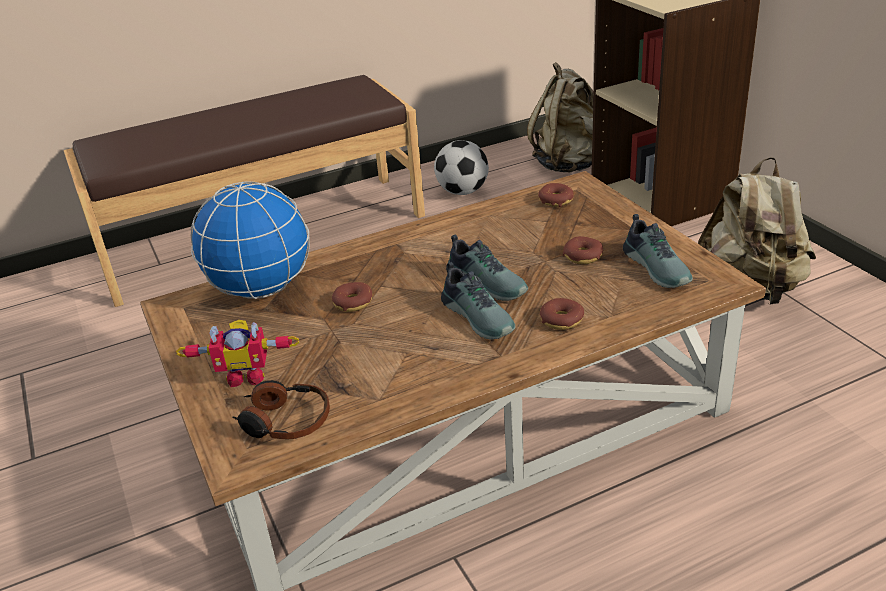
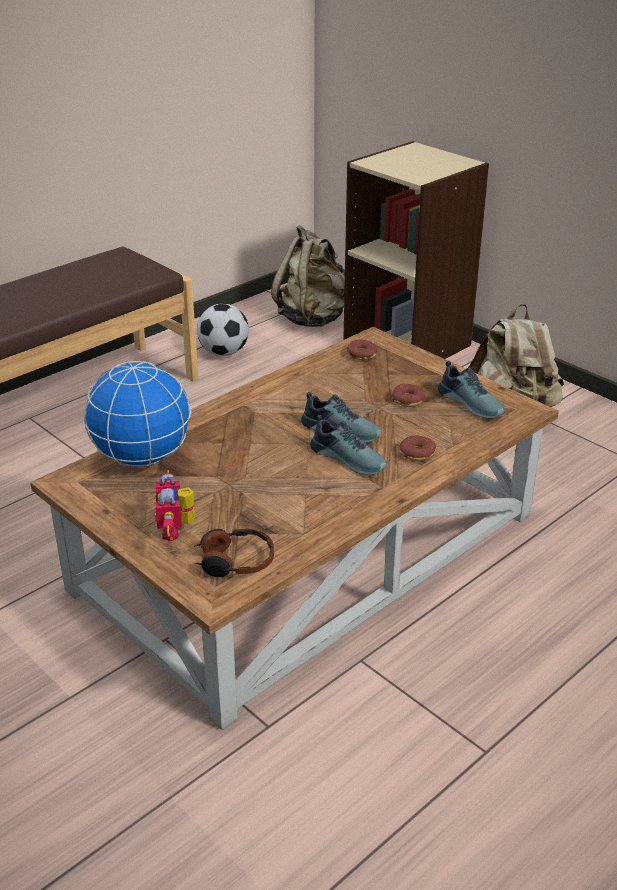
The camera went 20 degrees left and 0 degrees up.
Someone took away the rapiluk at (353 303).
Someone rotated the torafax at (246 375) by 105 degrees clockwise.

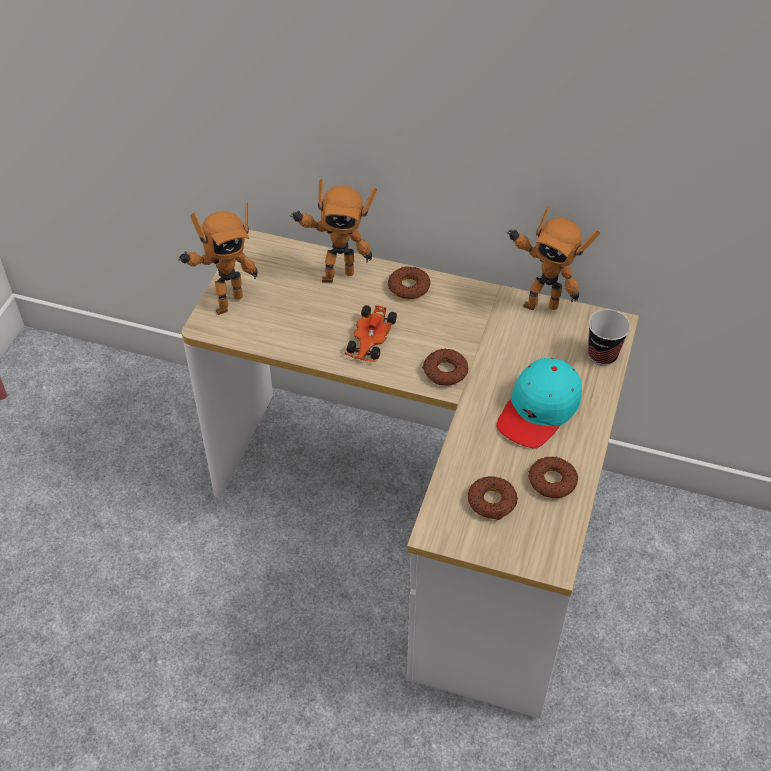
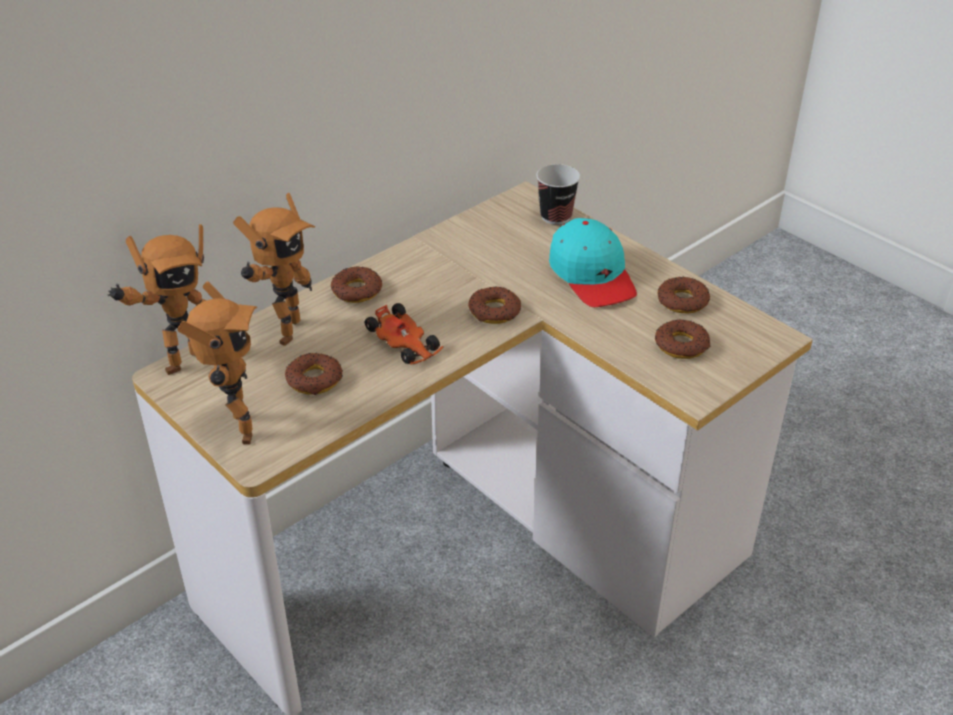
The camera went 60 degrees left and 10 degrees down.
Someone carried the torafax from (540 303) to (179 360).
Someone put down the rapiluk at (314 380).

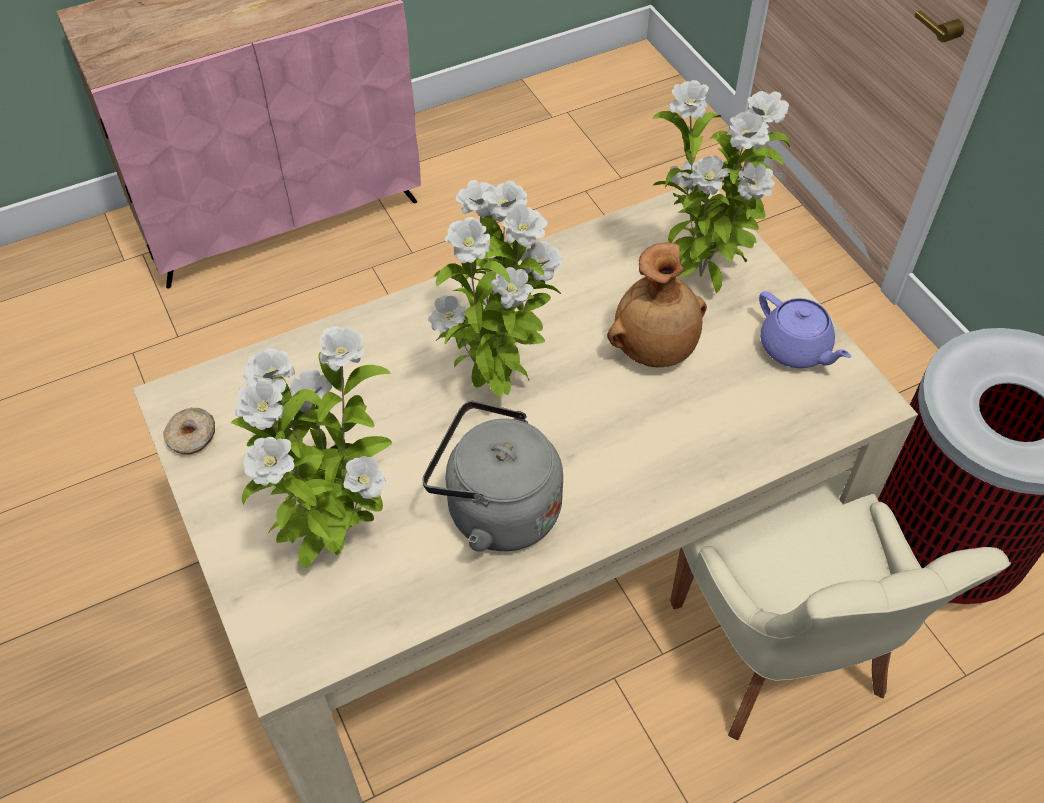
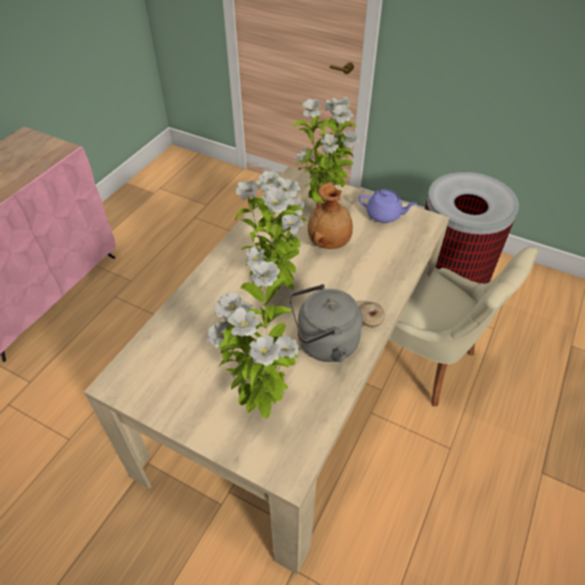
The camera went 35 degrees left and 5 degrees down.
Someone carried the rapiluk from (192 437) to (370 318).

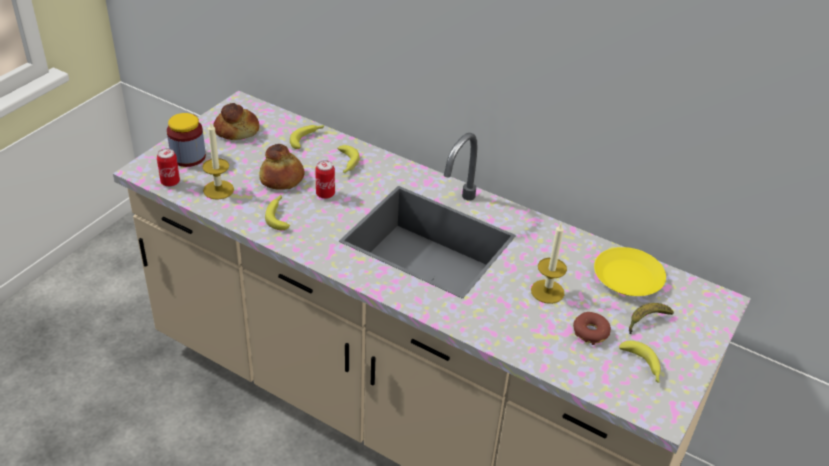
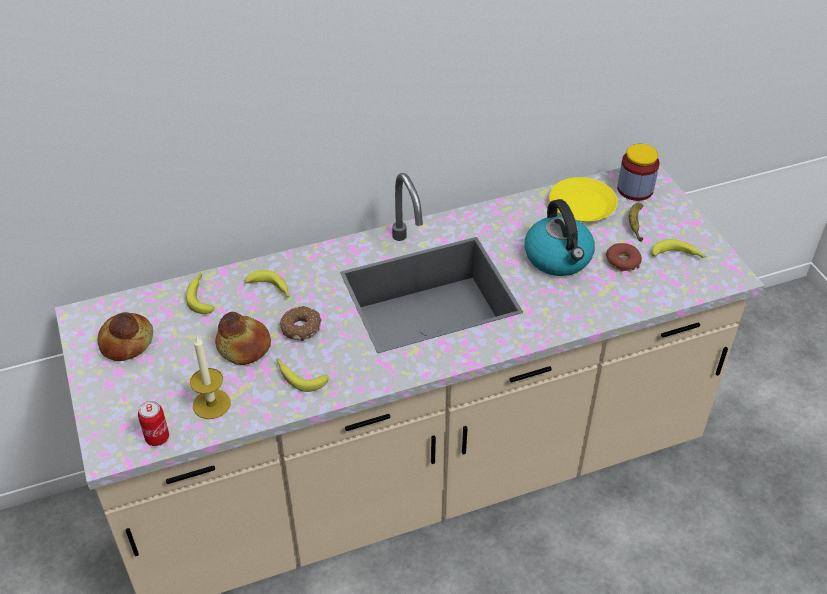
The camera went 50 degrees left and 5 degrees up.
Someone carried the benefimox from (188 157) to (635 189).
Someone swapped the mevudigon at (325 194) for the rapiluk at (301 327).
Someone swapped the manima at (547 291) for the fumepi at (558 258).

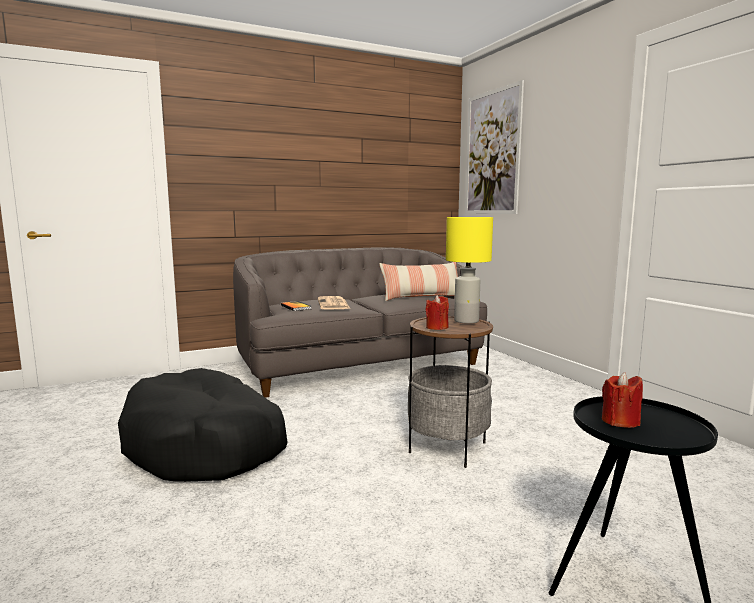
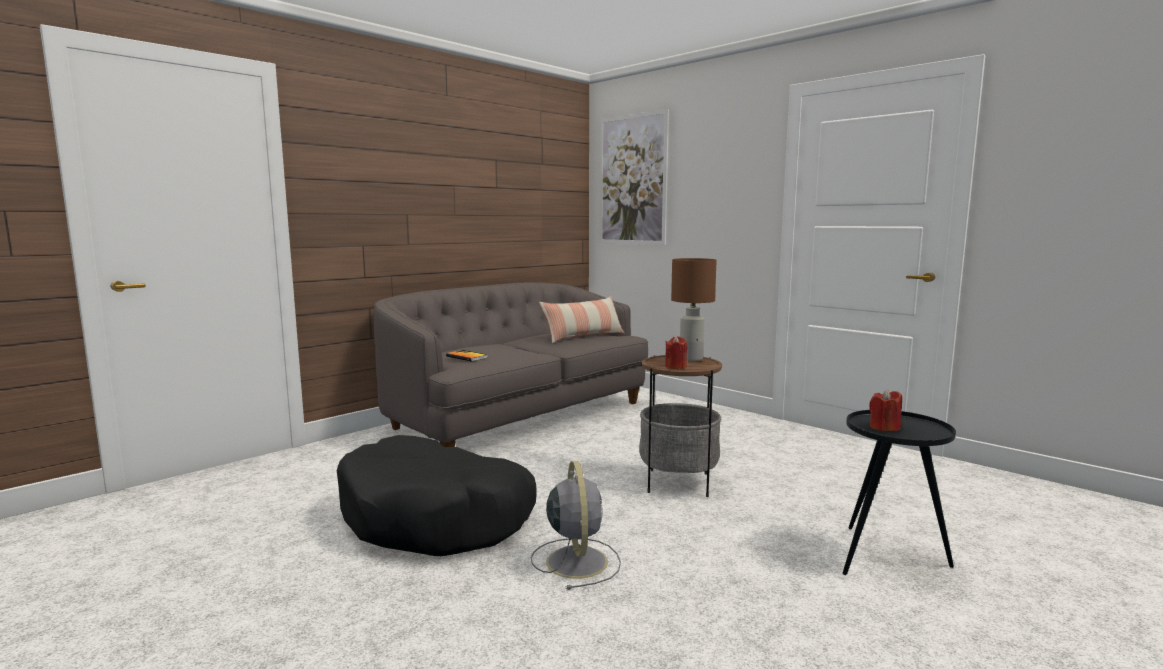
The camera went 20 degrees left and 0 degrees up.
Someone repainted the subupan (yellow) at (466 321), which became the subupan (brown) at (690 358).
Someone took away the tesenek at (333 304).
Someone put down the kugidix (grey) at (576 560).

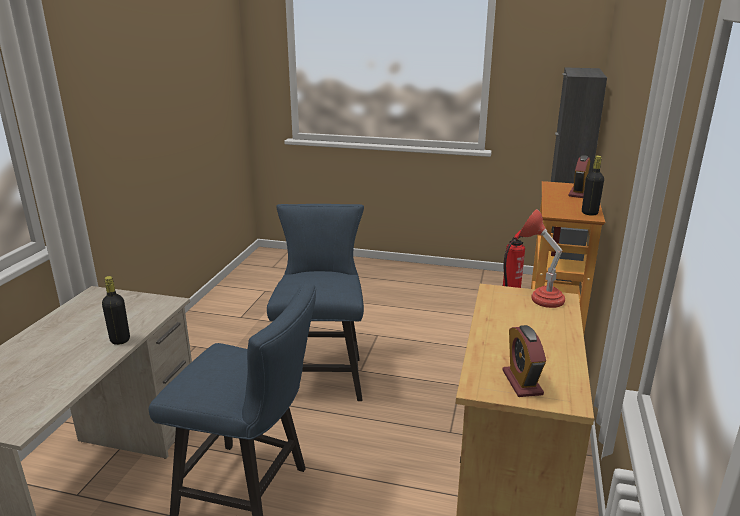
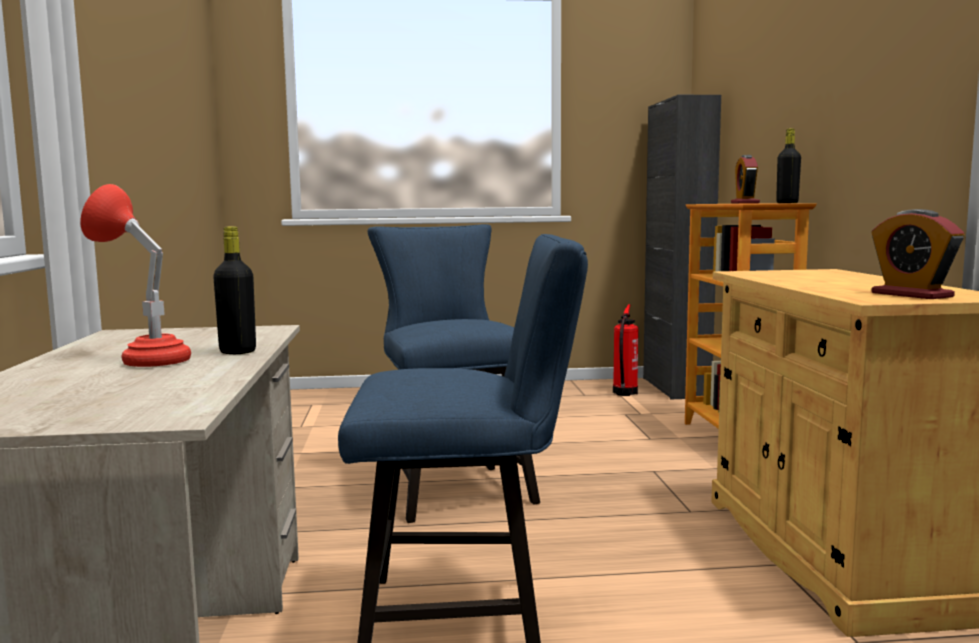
The camera went 20 degrees left and 15 degrees down.
Someone carried the subupan (red) from (539 297) to (144 359).

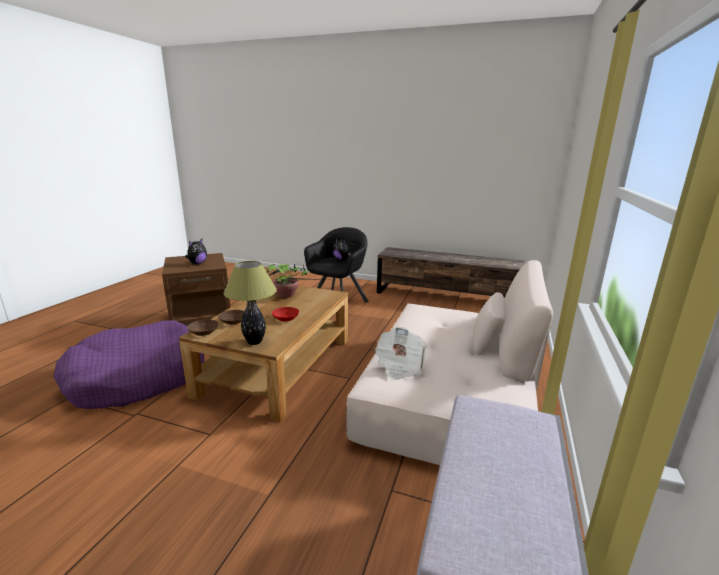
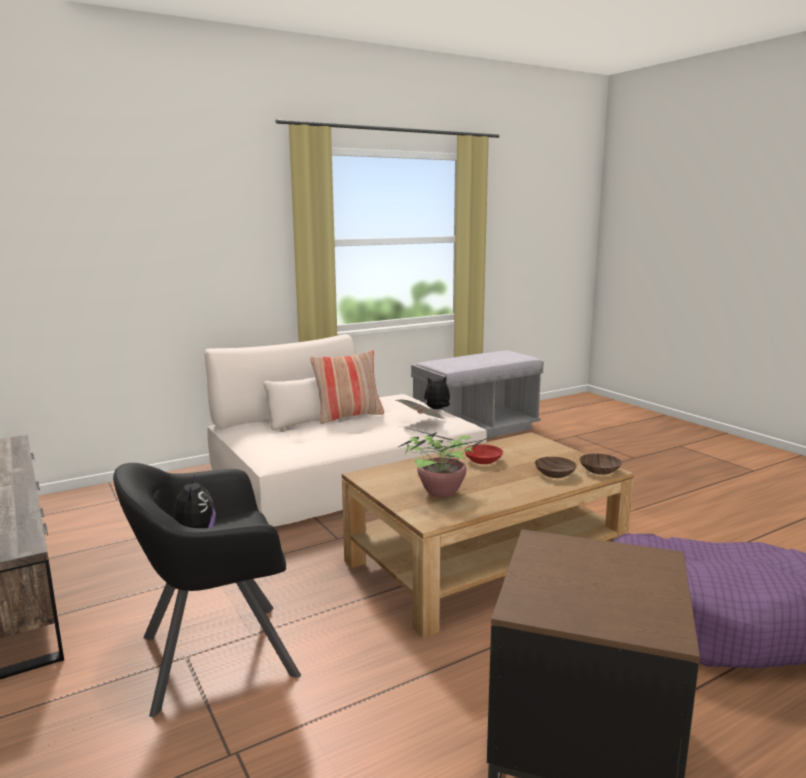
The camera went 140 degrees left and 5 degrees down.
Someone carried the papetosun from (197 263) to (437 409).
Someone took away the subupan at (254 342).
Someone put down the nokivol at (348 416).

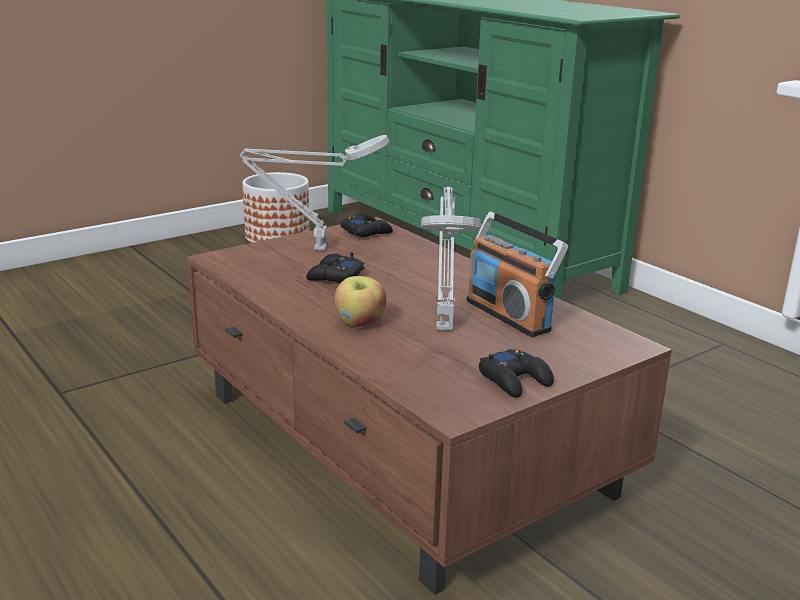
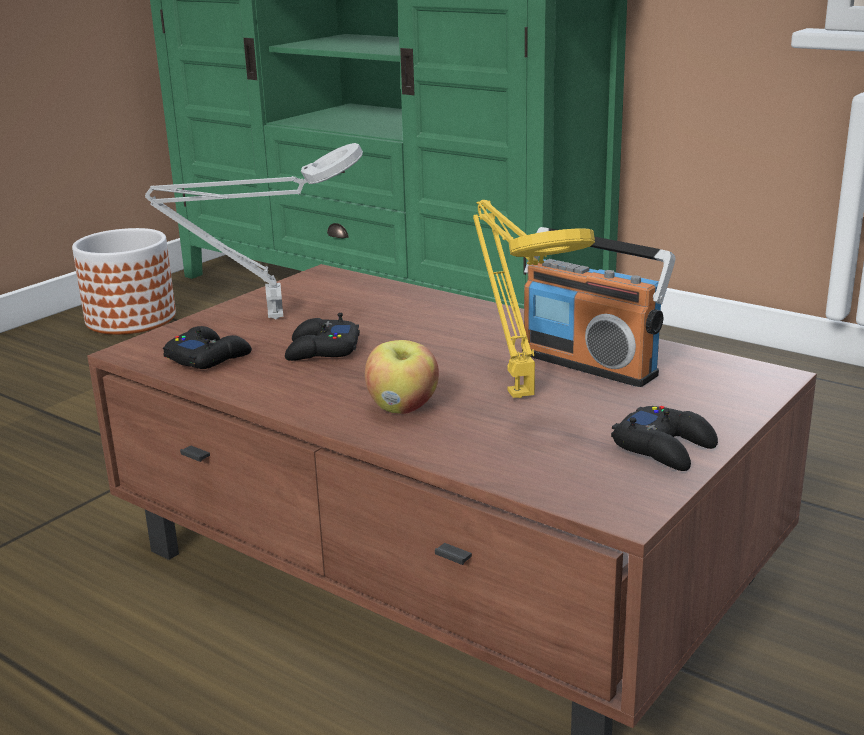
The camera went 15 degrees left and 0 degrees up.
Someone repainted the subupan (grey) at (444 326), which became the subupan (yellow) at (518 392).
Someone carried the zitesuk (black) from (366 232) to (208 358).

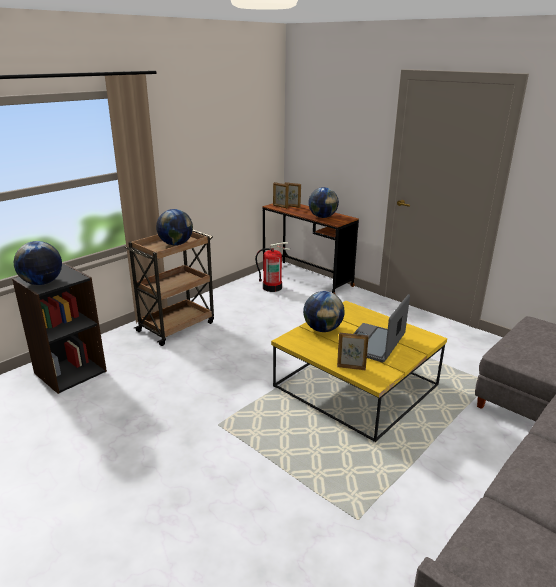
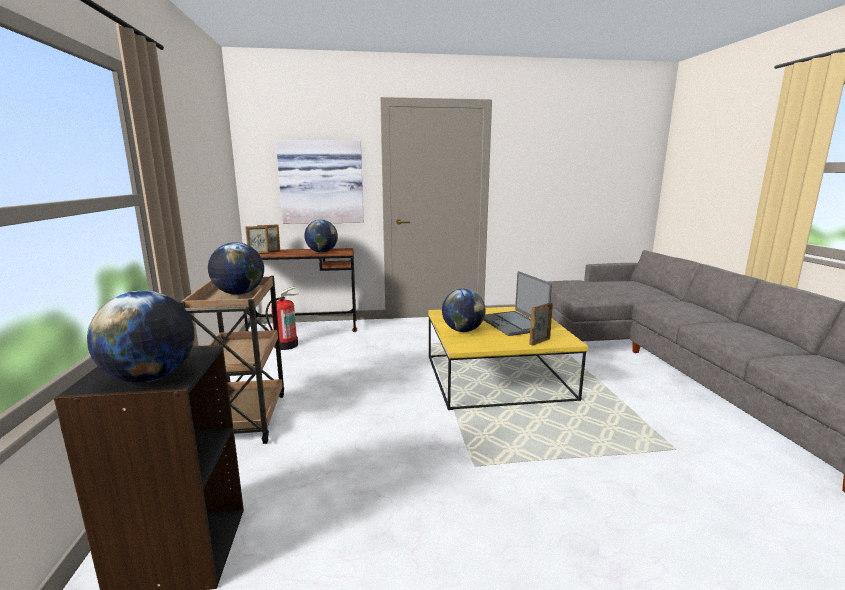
The camera went 50 degrees left and 10 degrees down.
Someone put up the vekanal at (321 182).

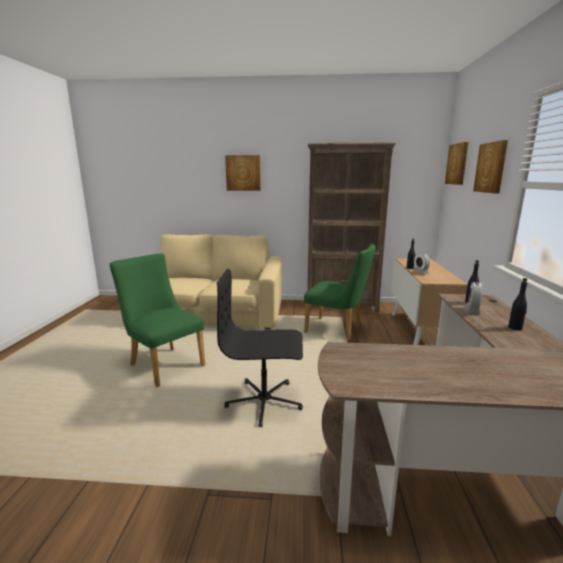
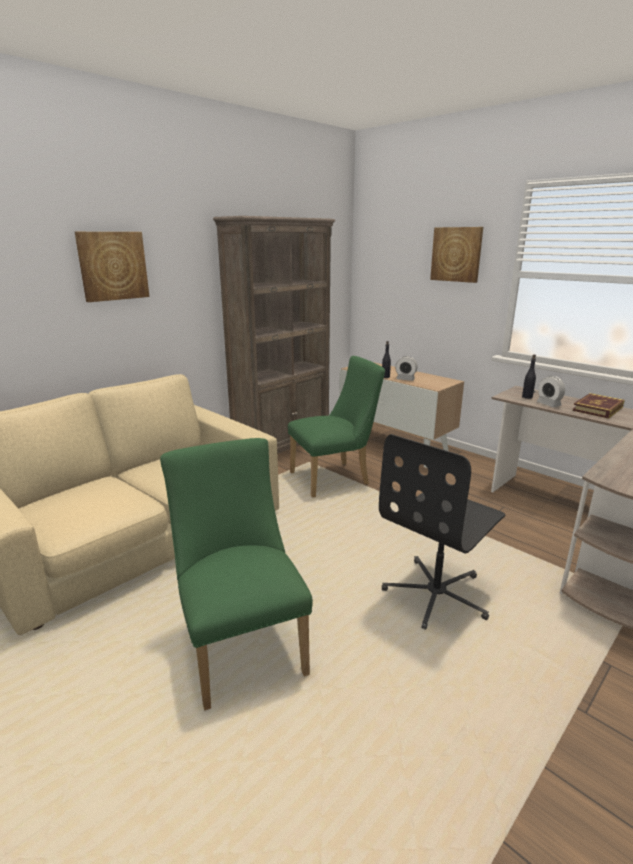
The camera went 50 degrees left and 5 degrees up.
Someone took away the vekanal at (457 164).
Someone rotated the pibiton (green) at (163 364) by 75 degrees clockwise.
Someone swapped the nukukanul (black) at (515 328) for the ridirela at (598 409).

